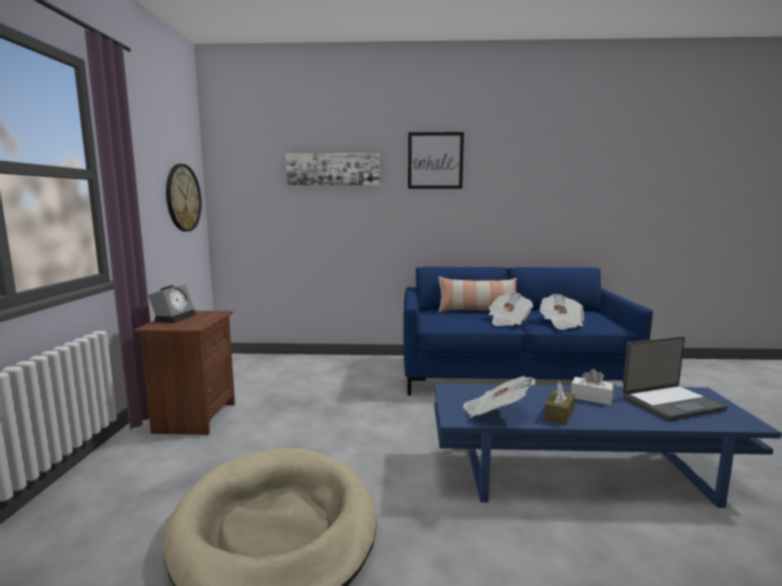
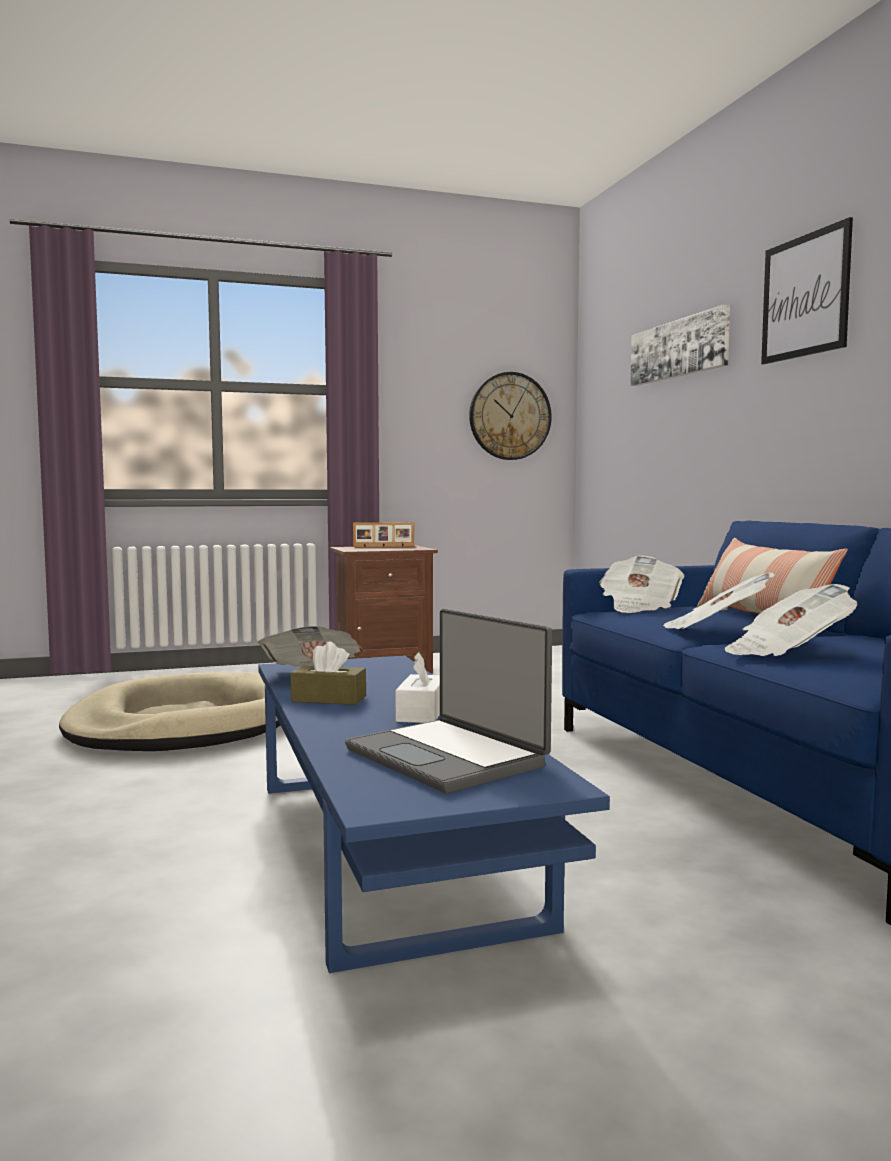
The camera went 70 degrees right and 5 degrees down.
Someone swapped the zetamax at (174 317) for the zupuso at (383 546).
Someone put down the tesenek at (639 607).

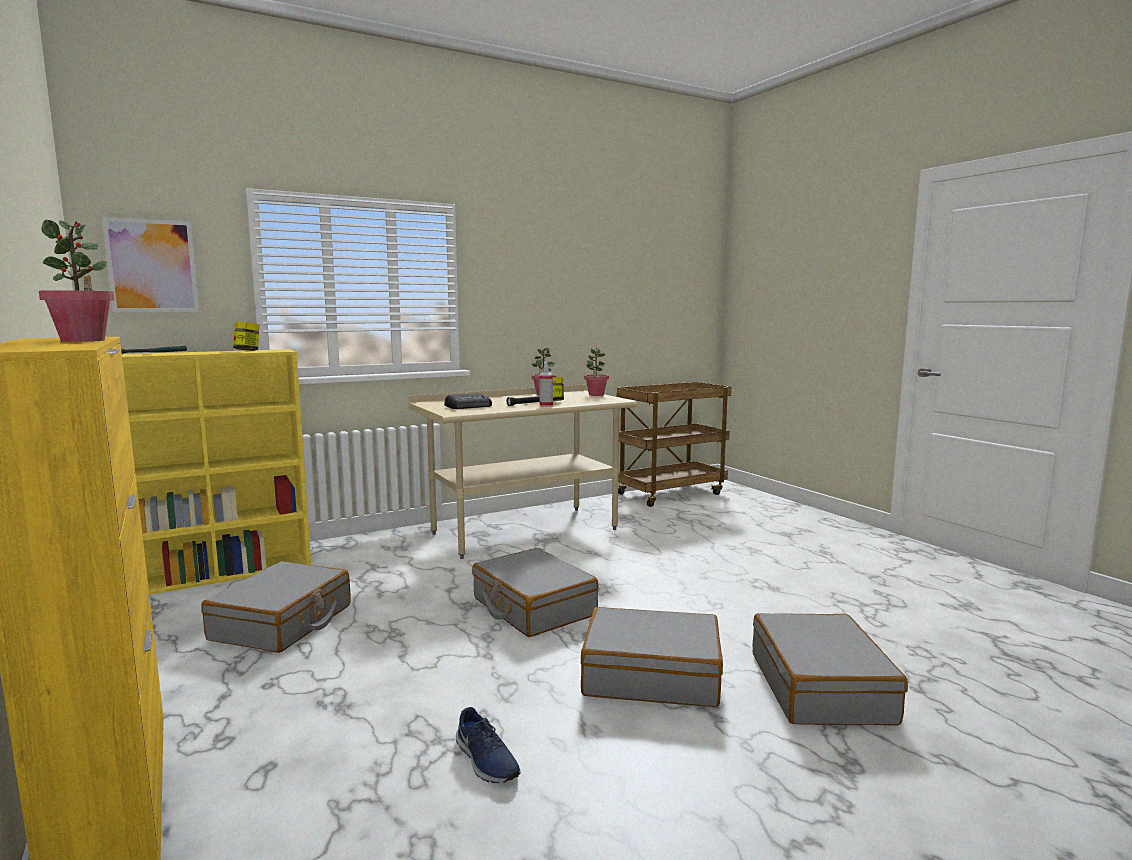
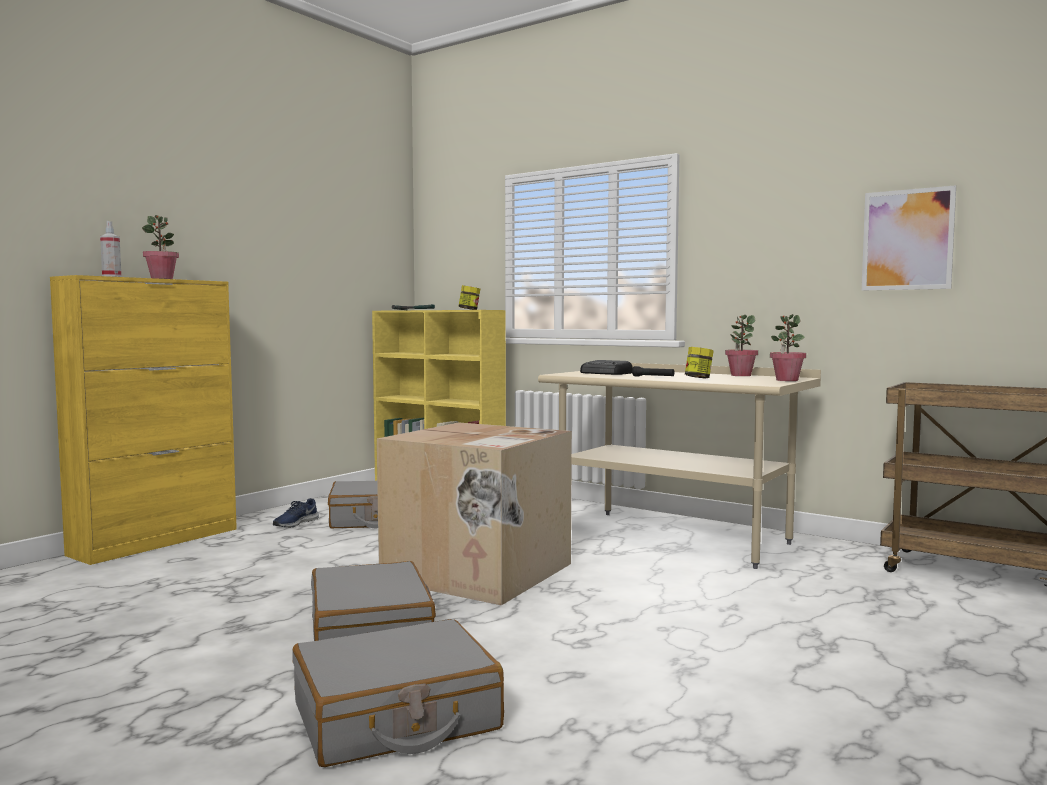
The camera went 65 degrees right and 5 degrees down.
Someone carried the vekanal from (152 266) to (907 239).
Someone carried the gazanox from (546 406) to (111 276).
Someone swapped the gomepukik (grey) at (533 607) for the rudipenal at (478 572).
Someone carried the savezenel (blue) from (485 761) to (295 523).

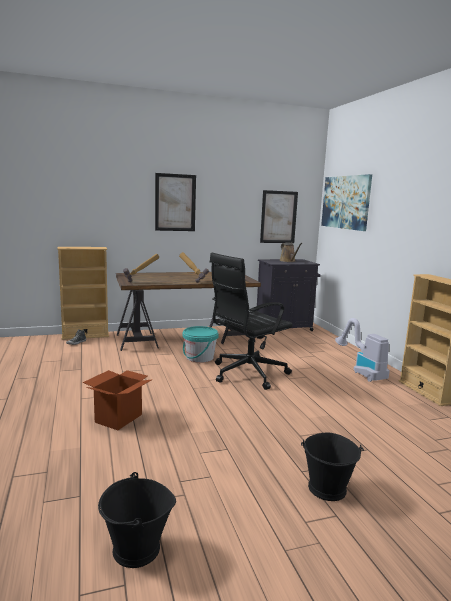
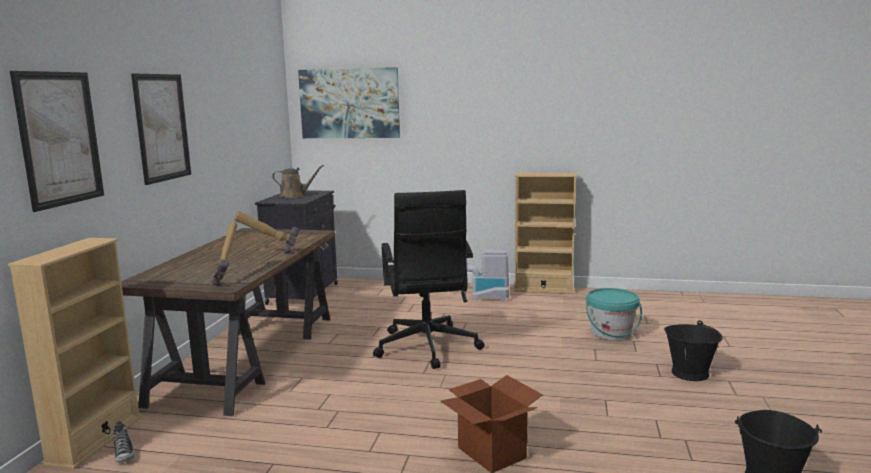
The camera went 60 degrees left and 0 degrees up.
Someone carried the vekanal from (278 217) to (60 138).
Someone carried the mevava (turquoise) from (199 357) to (611 333).

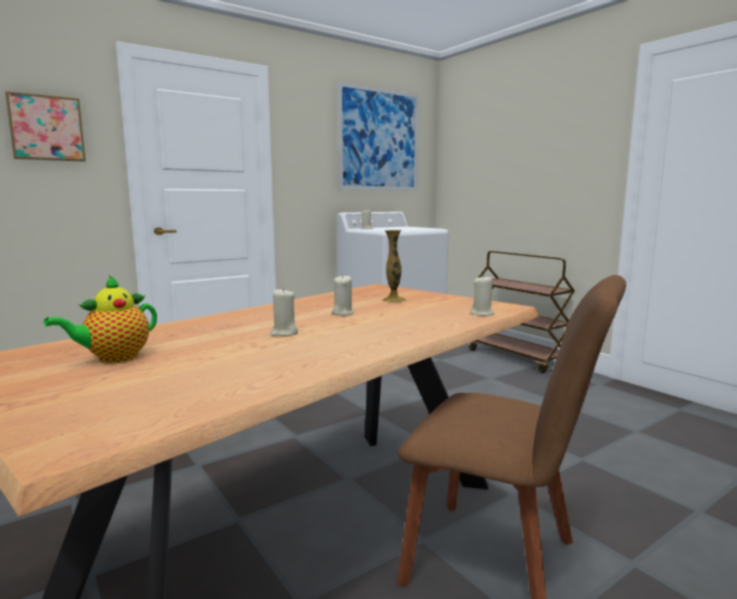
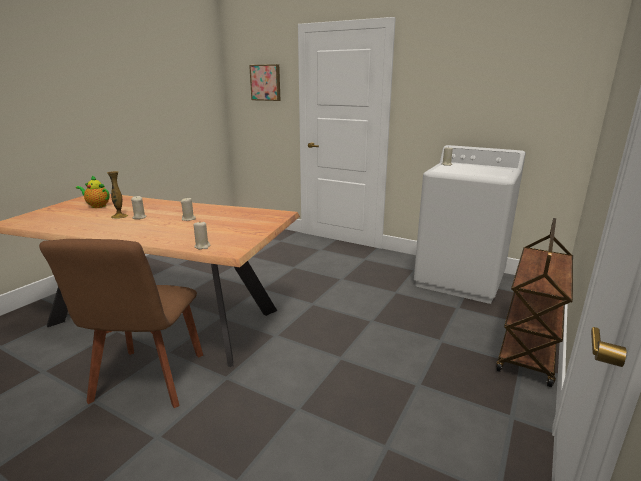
The camera went 65 degrees right and 10 degrees up.
Someone took away the vekanal at (379 140).
Someone carried the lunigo from (394 300) to (119 216).

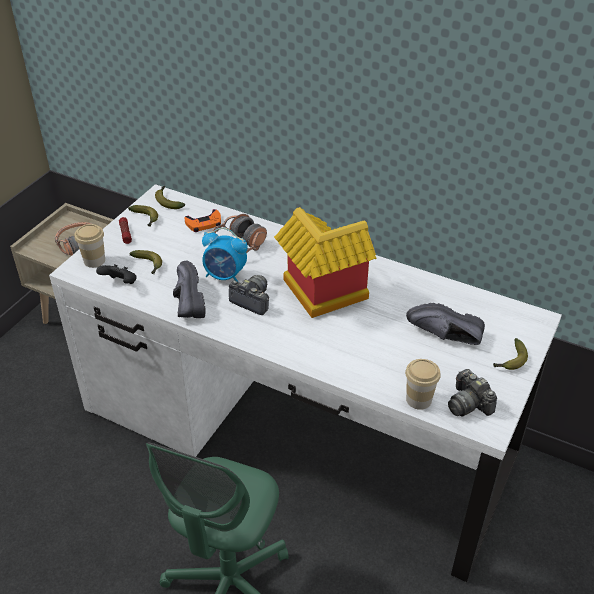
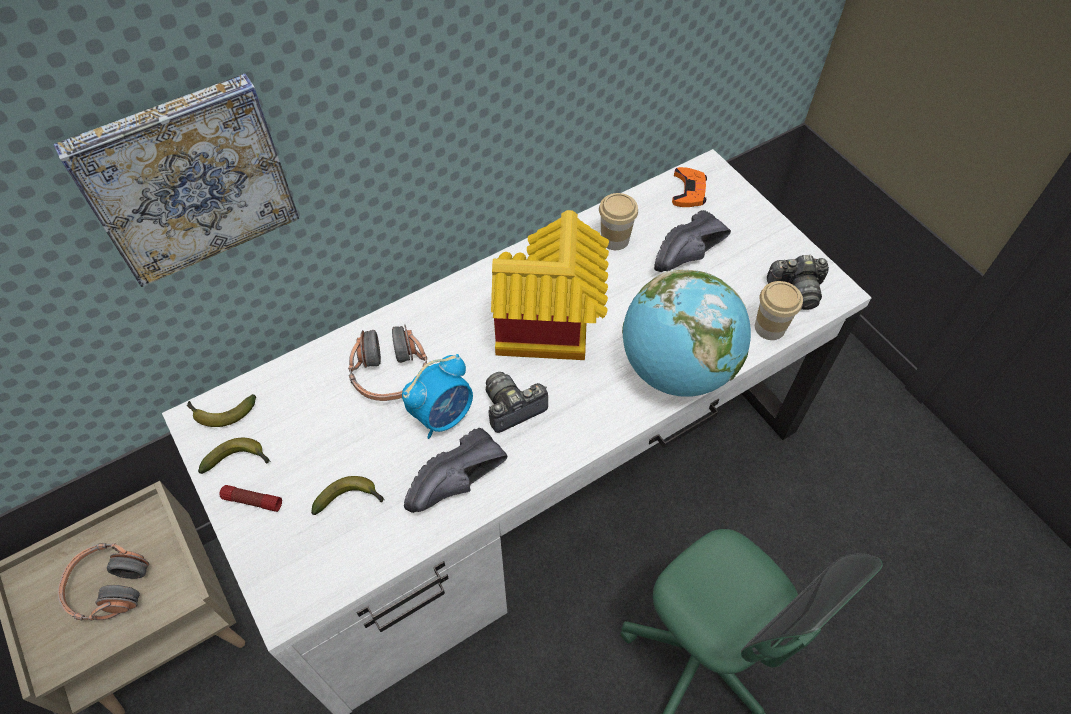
The camera went 60 degrees left and 15 degrees up.
Someone carried the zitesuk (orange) from (204 224) to (689 191).
Someone carried the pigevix from (94 260) to (615 239).
Someone rotated the savezenel (black) at (185 300) by 60 degrees counterclockwise.
Someone took away the zitesuk (black) at (120 283).
Someone took away the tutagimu at (510 361).
Someone put up the vekanal at (186 178).
Someone put down the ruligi at (676 368).

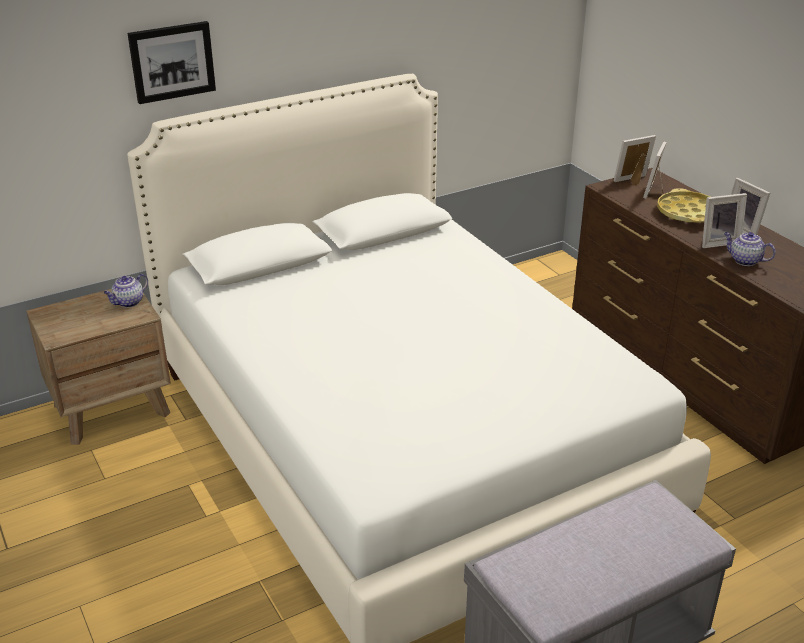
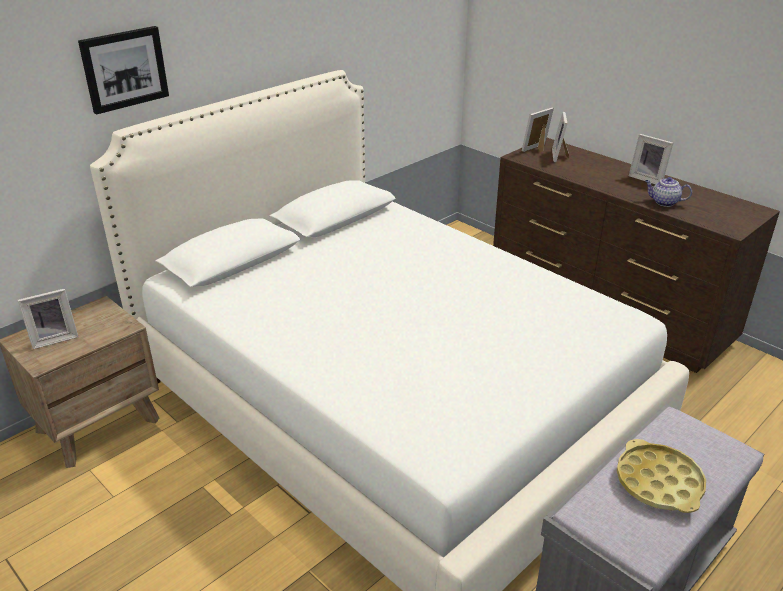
The camera went 15 degrees left and 0 degrees up.
Someone carried the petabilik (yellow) from (687 213) to (658 482).
Someone carried the zupuso from (717 242) to (54 338).
Someone took away the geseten at (128 302).

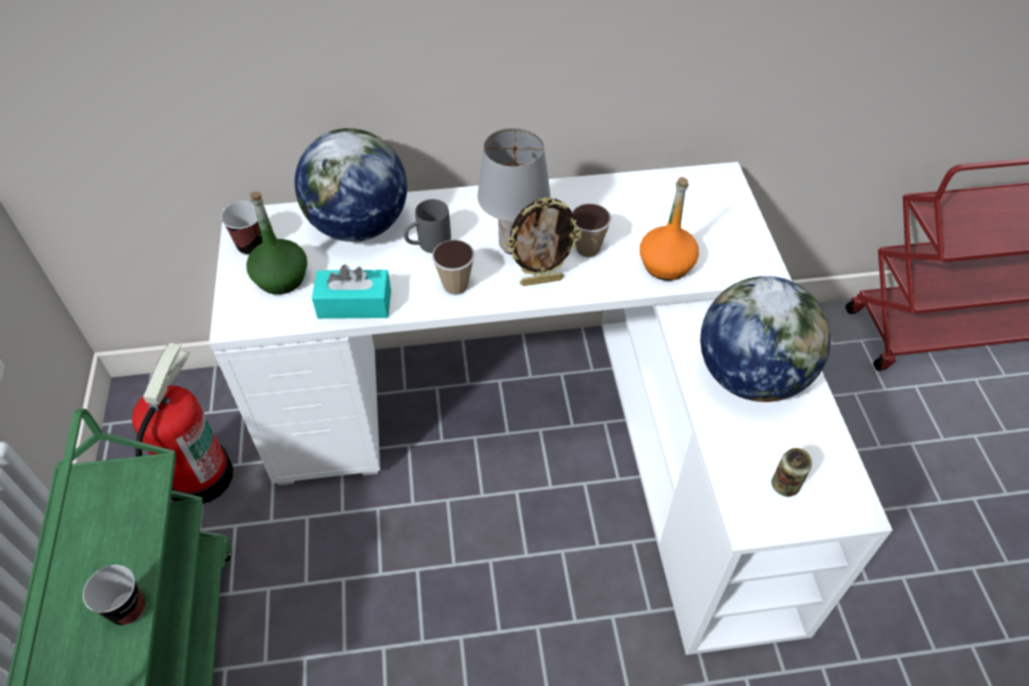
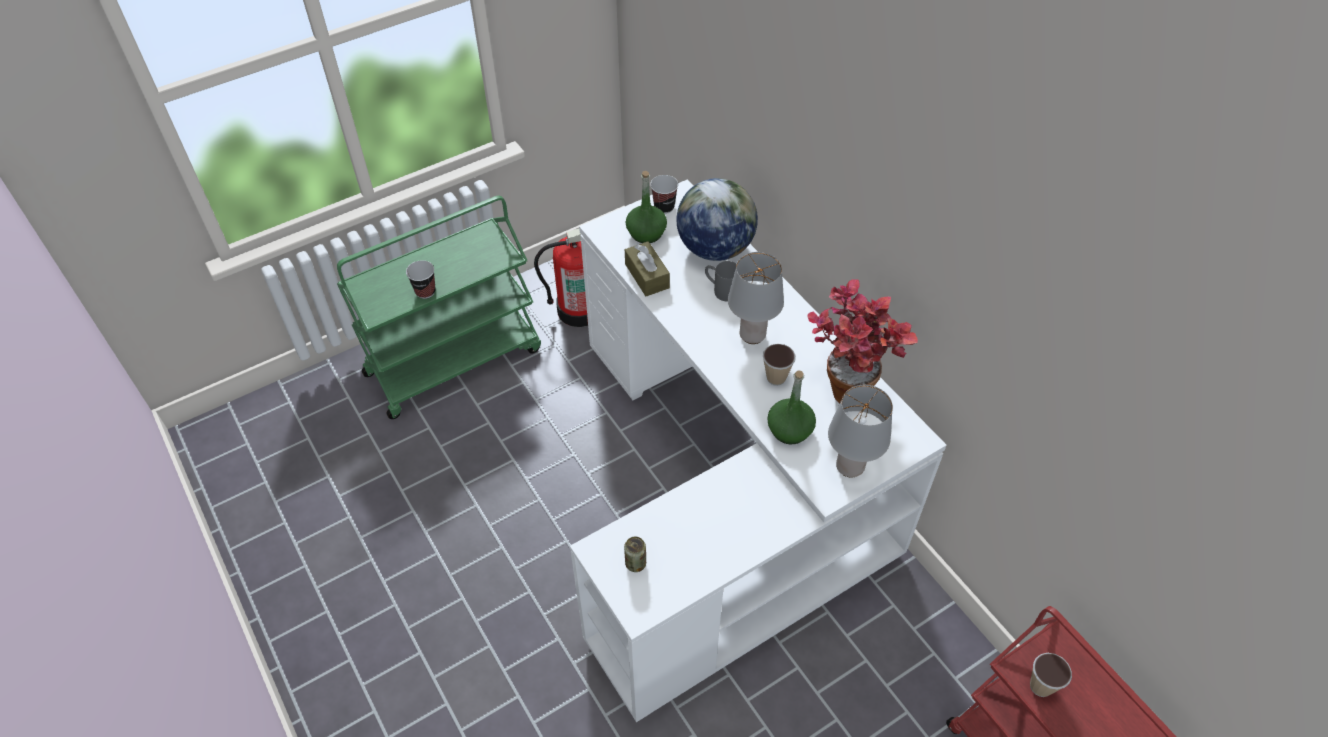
The camera went 65 degrees right and 0 degrees up.
Someone repainted the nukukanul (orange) at (666 265), which became the nukukanul (green) at (790 430).
Someone took away the zupuso at (541 280).
Someone carried the pigevix from (455 286) to (1040 686).
Someone repainted the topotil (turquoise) at (354 304), which became the topotil (brown) at (647 276).
Someone took away the ruligi at (750 376).
Someone put down the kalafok at (847 384).
Someone put down the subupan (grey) at (850 467).

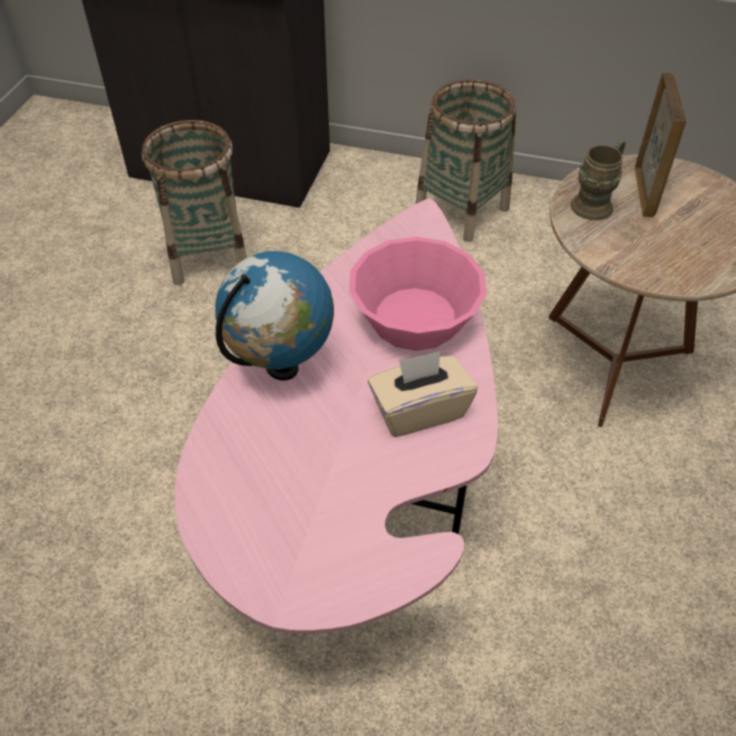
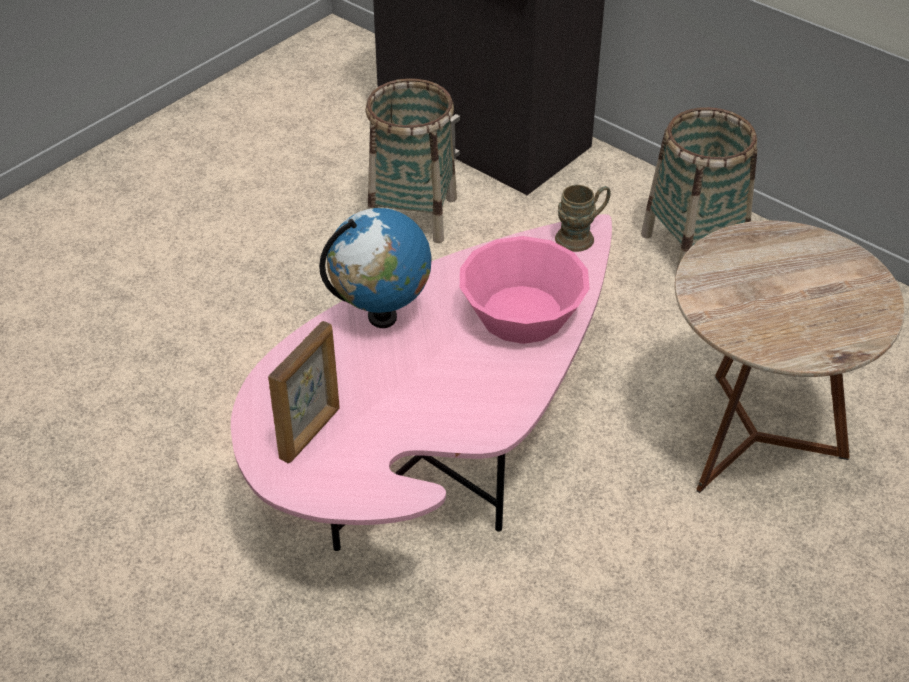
The camera went 25 degrees right and 5 degrees down.
Someone carried the zupuso from (644 191) to (311 433).
Someone carried the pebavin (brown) from (596 202) to (581 236).
Someone took away the topotil (beige) at (419 410).

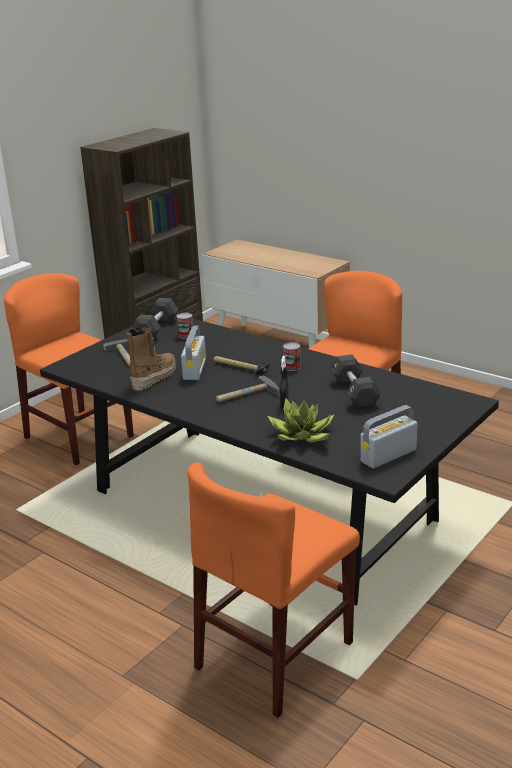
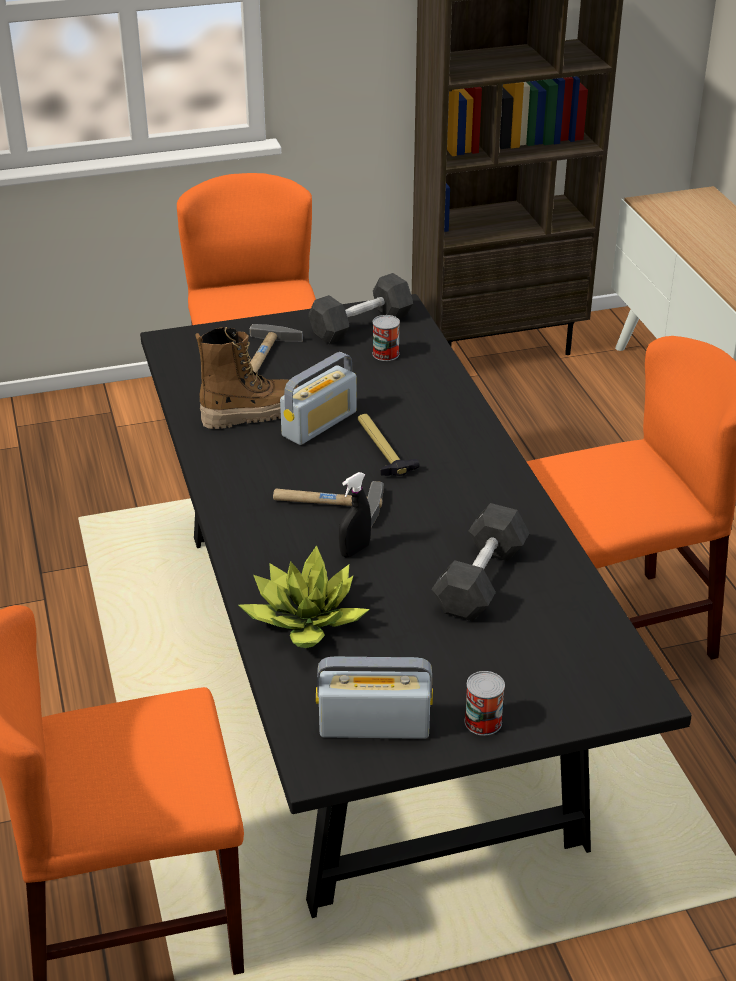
The camera went 35 degrees right and 10 degrees up.
Someone carried the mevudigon from (292 367) to (483 722).

